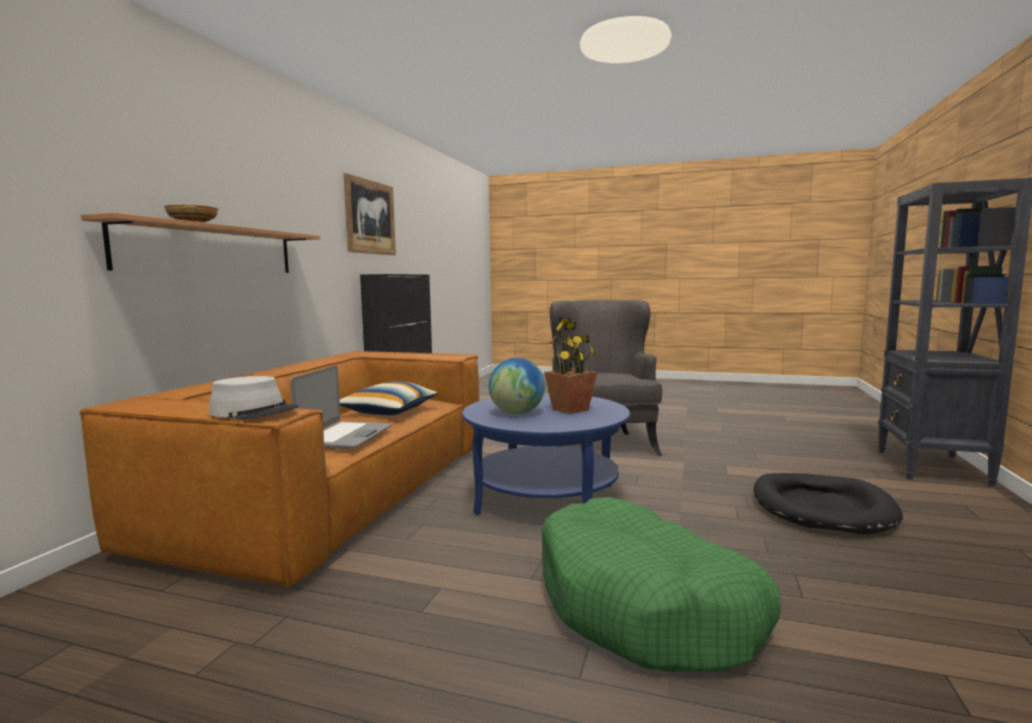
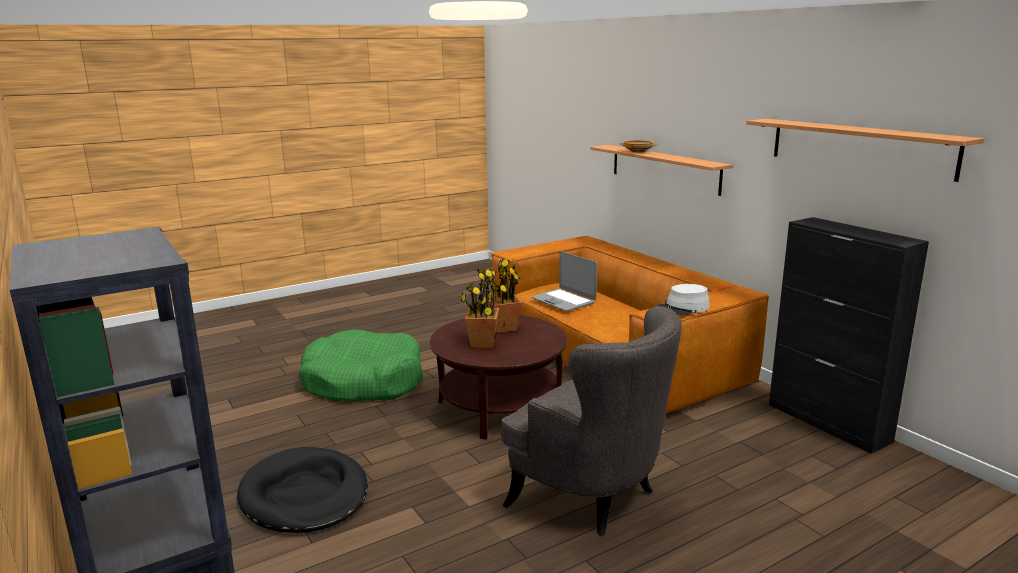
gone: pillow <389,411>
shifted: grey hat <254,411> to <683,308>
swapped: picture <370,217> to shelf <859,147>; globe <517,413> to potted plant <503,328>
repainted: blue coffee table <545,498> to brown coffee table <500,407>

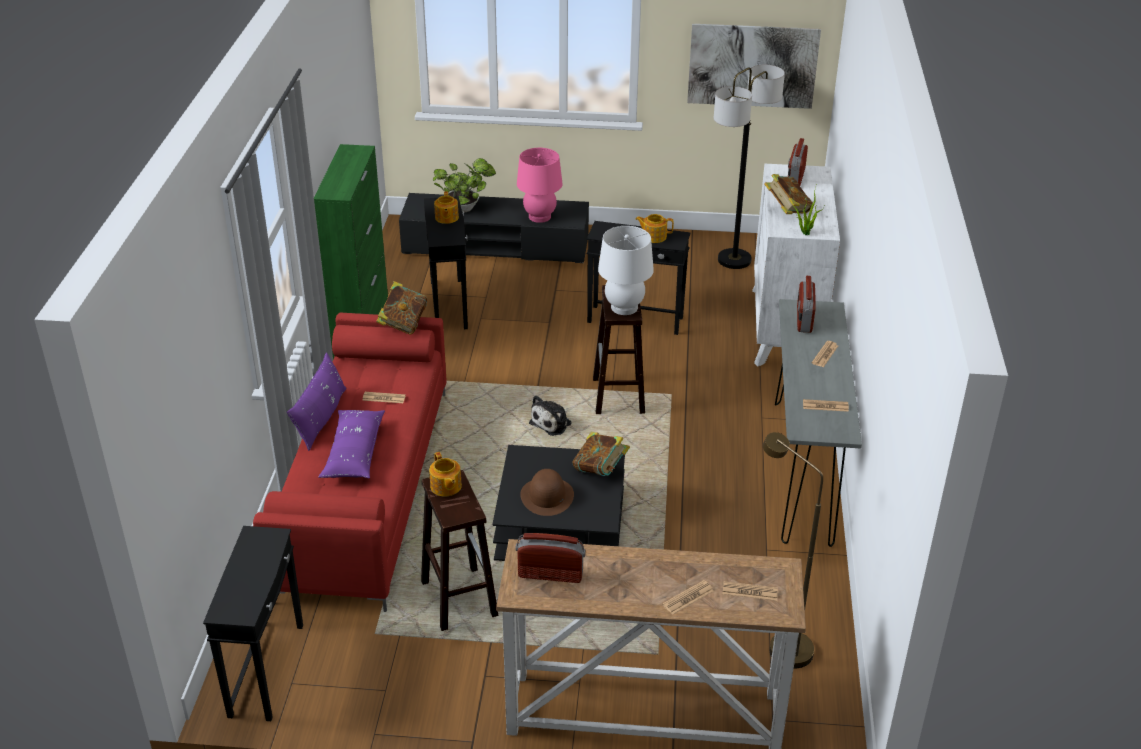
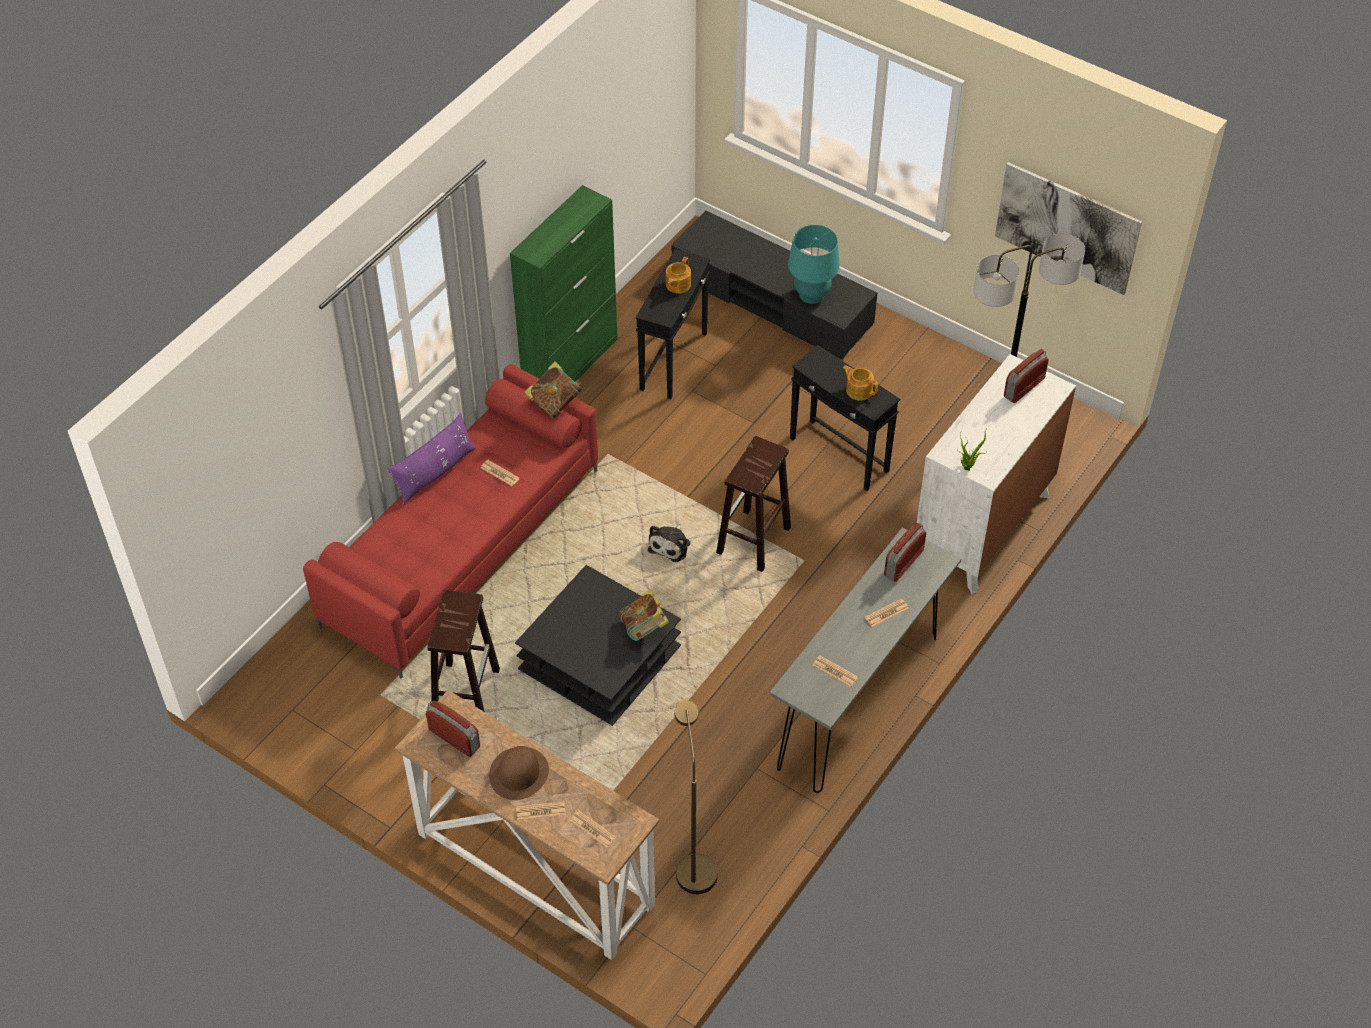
gone: black side table <267,669>; purple pillow <354,452>; teapot <445,487>; potted plant <465,208>; white table lamp <624,307>; book <787,210>
shifted: brown hat <547,496> to <519,773>
repainted: pink table lamp <539,217> to turquoise table lamp <811,295>
rotated: plush toy <552,422> = <671,545> 45 degrees counterclockwise

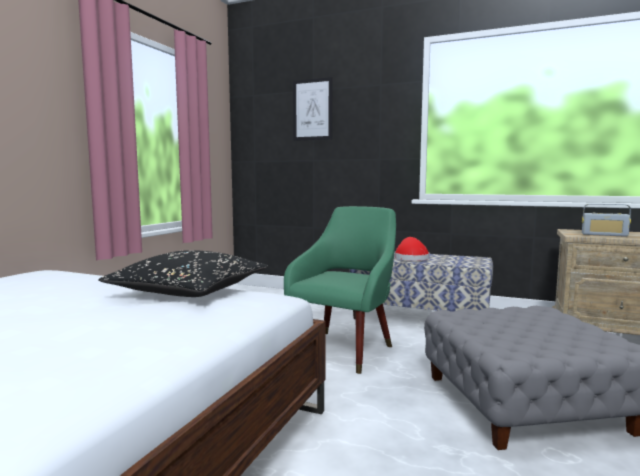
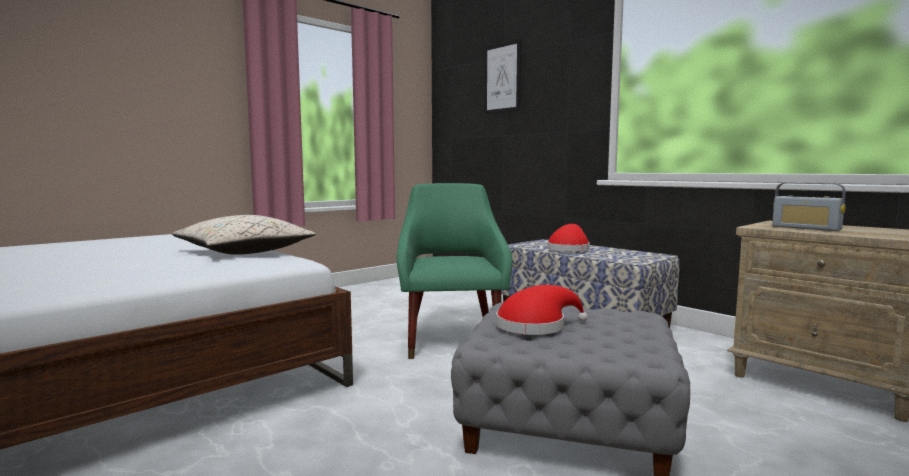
new: red hat <535,326>
repainted: black pillow <189,292> to beige pillow <244,252>
rotated: green armchair <344,348> = <452,339> 60 degrees counterclockwise

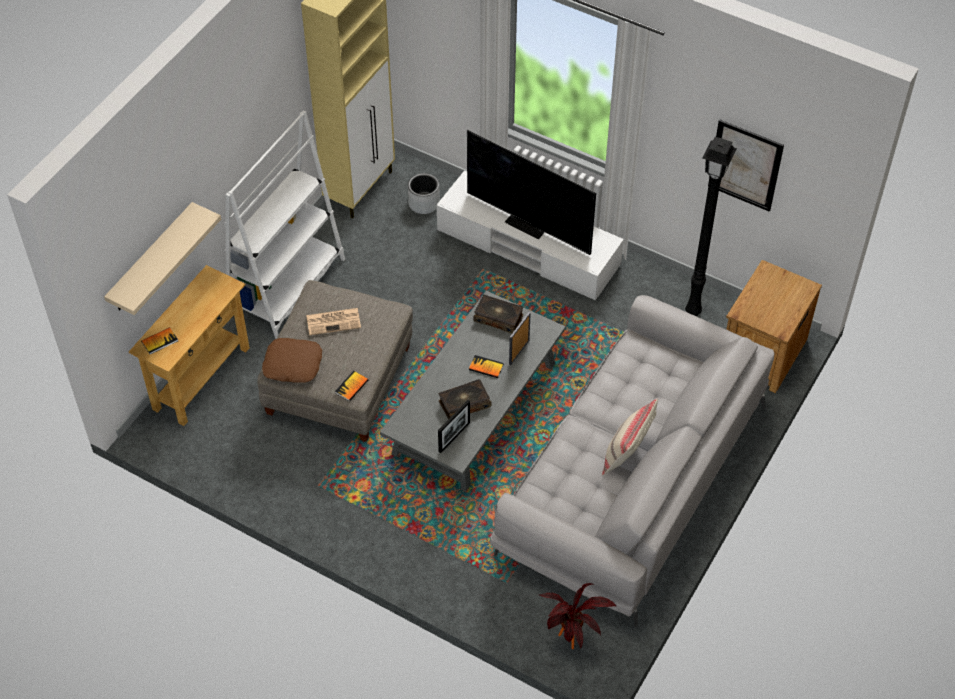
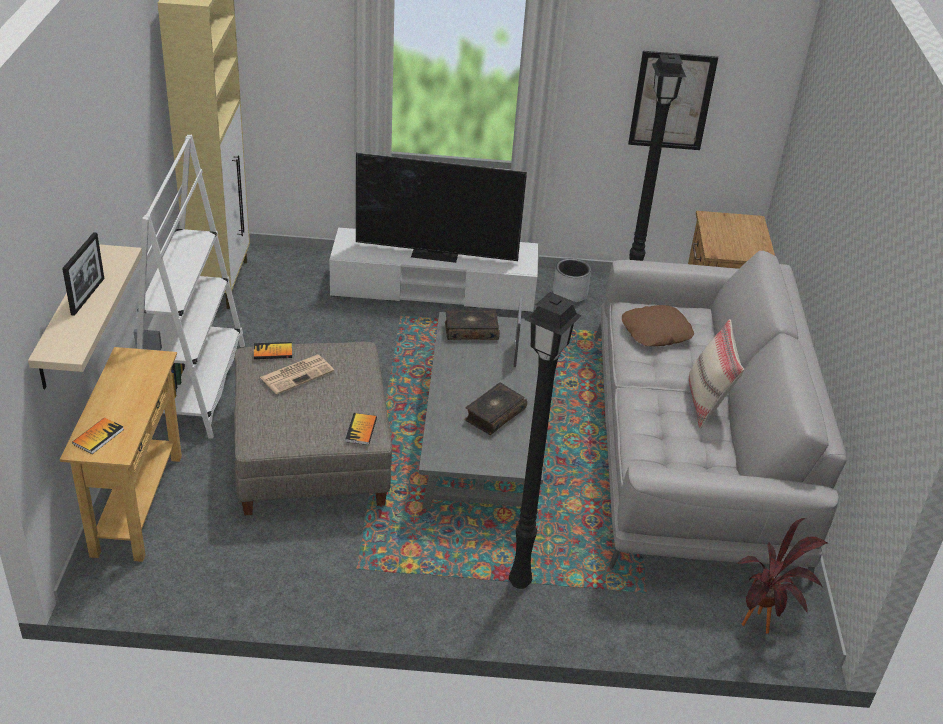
new: black floor lamp <519,580>
shifted: brown pillow <292,365> to <656,333>; grey planter <424,203> to <570,294>; picture frame <454,437> to <88,296>; book <486,367> to <272,352>

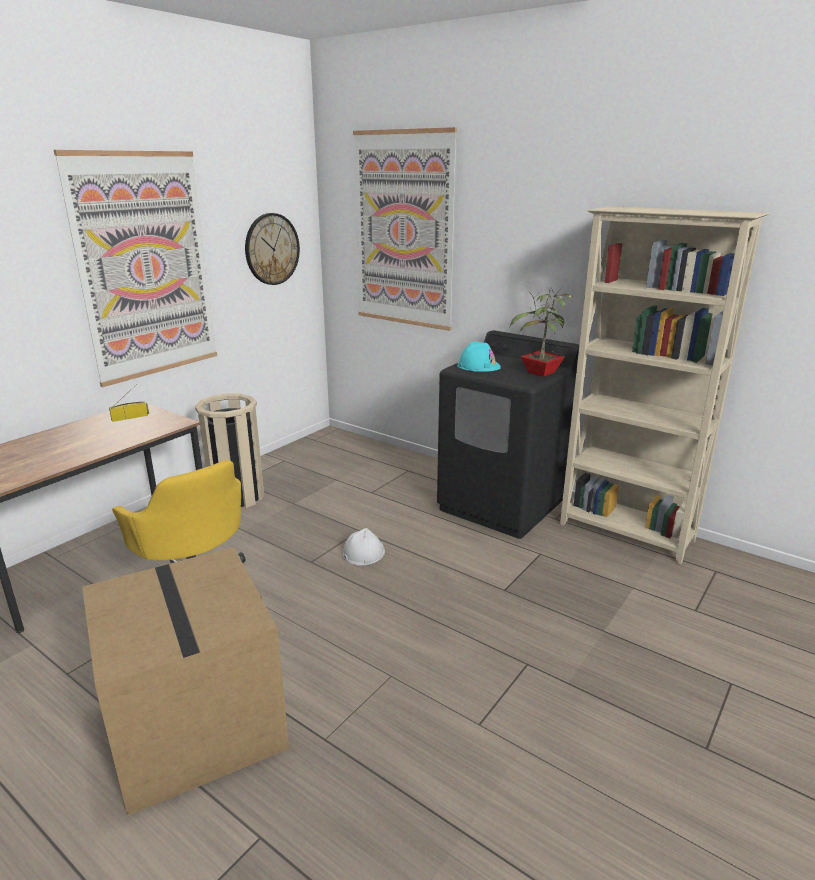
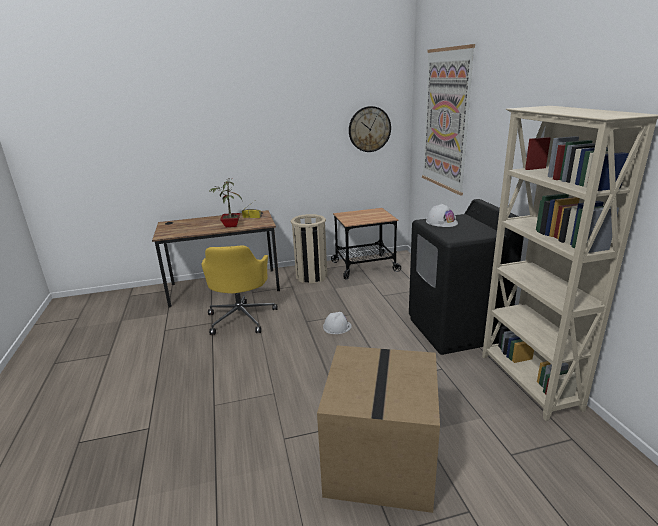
gone: picture <146,267>
new: cart <364,266>
shifted: cardboard box <198,725> to <382,462>; potted plant <540,373> to <230,225>
repainted: turquoise hard hat <478,366> to white hard hat <441,222>

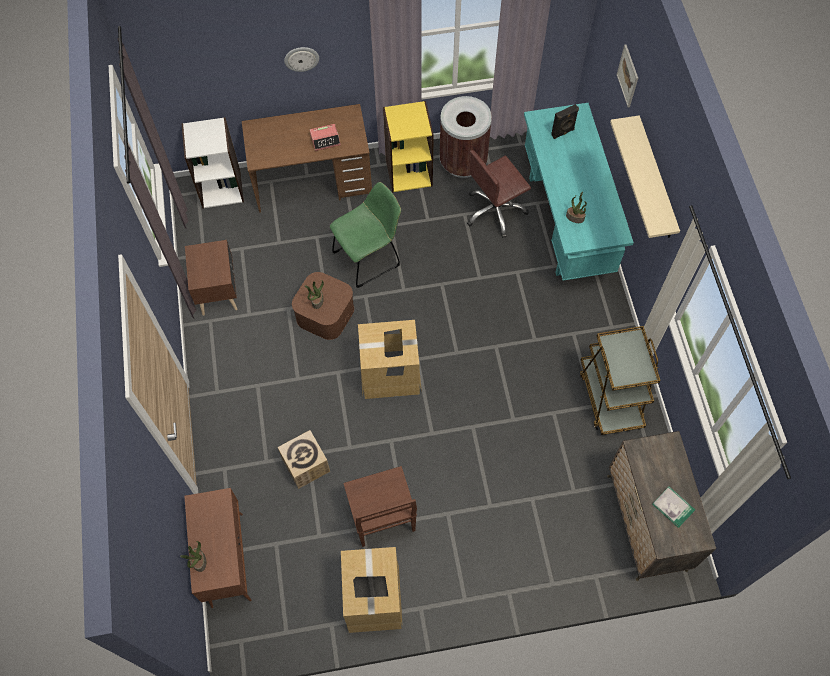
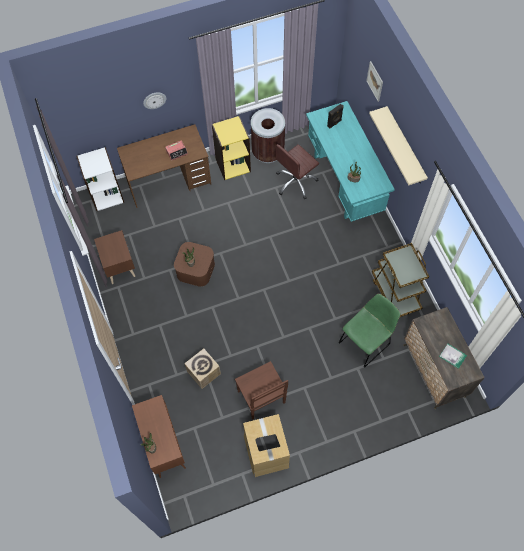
gone: cardboard box <390,374>
shifted: green chair <369,257> to <366,342>

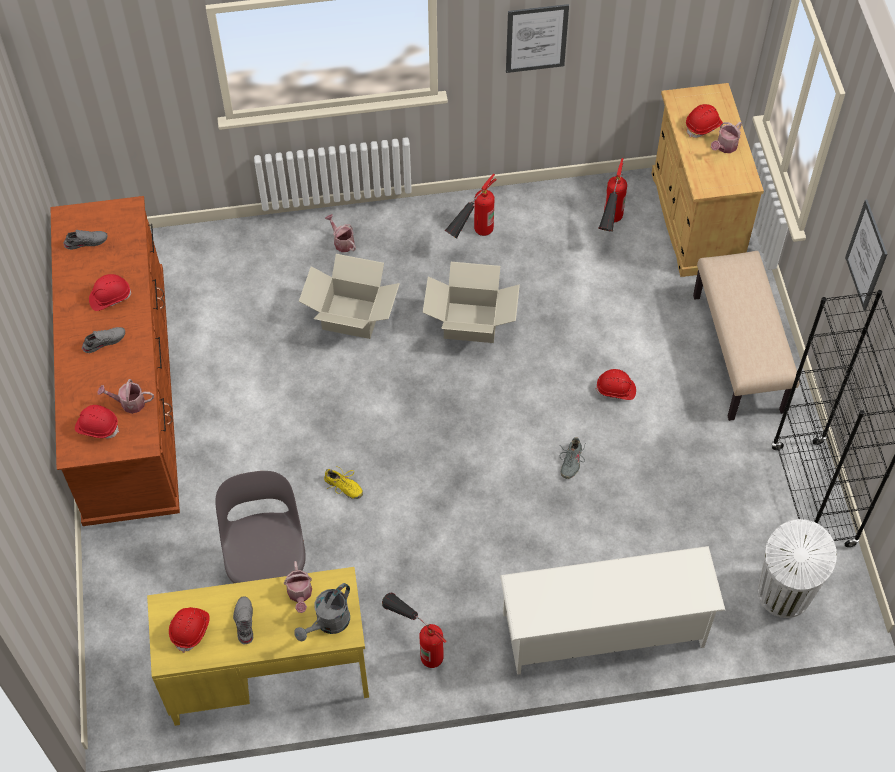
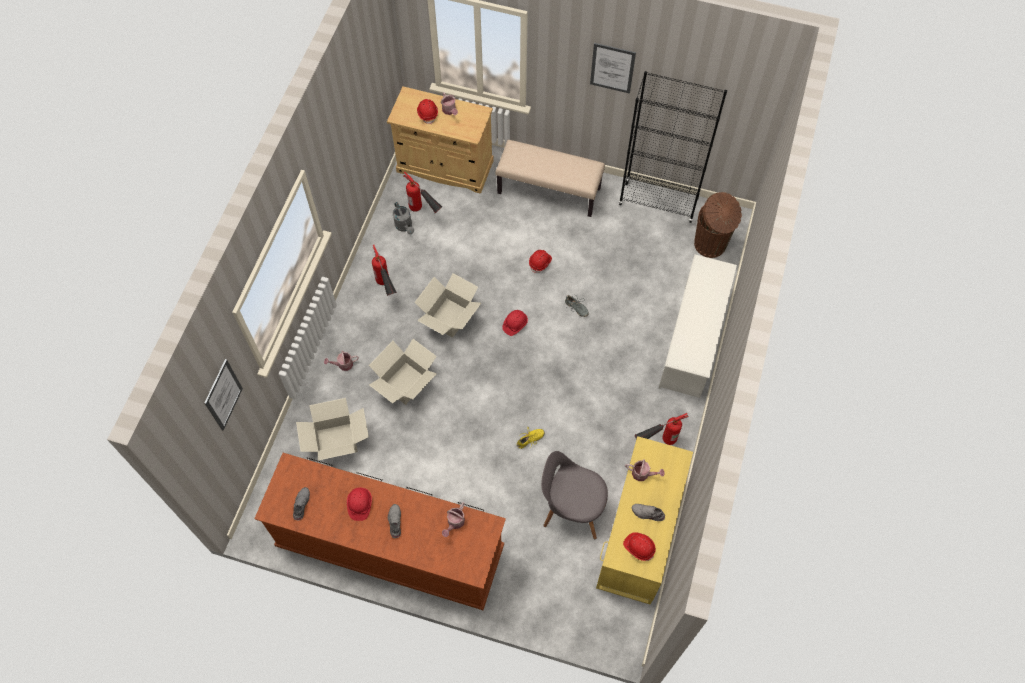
new: cardboard box <336,440>
shifted: red hard hat <97,427> to <515,324>; grey watering can <329,624> to <405,226>; picture <536,38> to <223,395>
repainted: white trash can <783,595> to brown trash can <710,245>

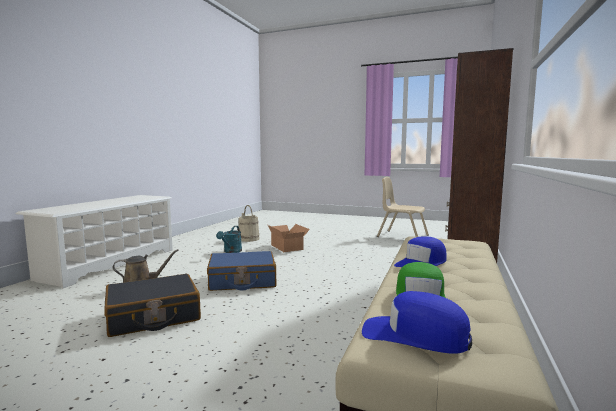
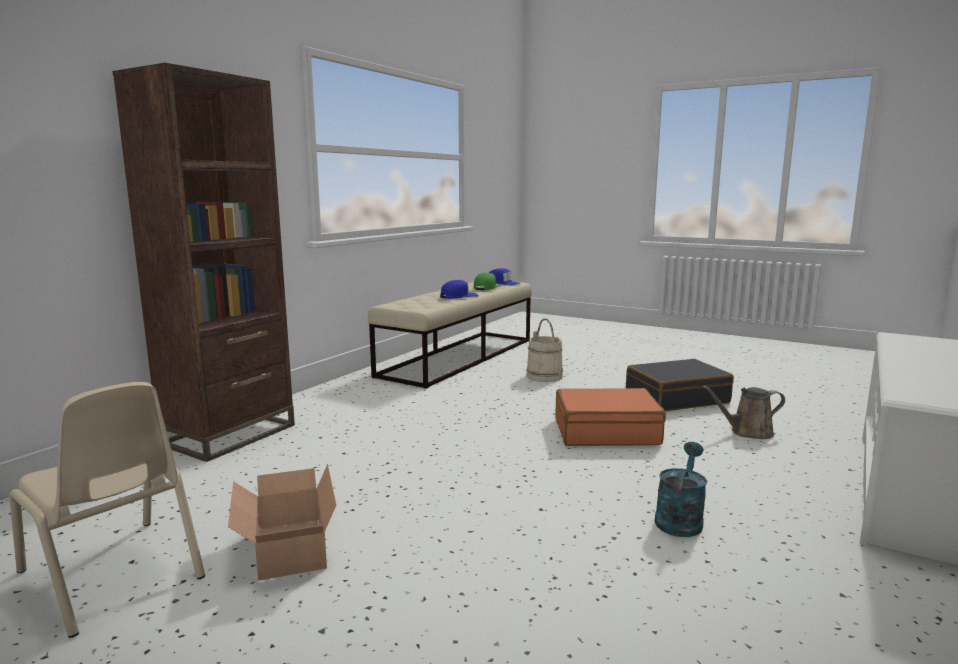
shifted: beige bucket <248,239> to <544,376>; cardboard box <287,247> to <287,550>
repainted: blue suitcase <242,281> to orange suitcase <606,431>

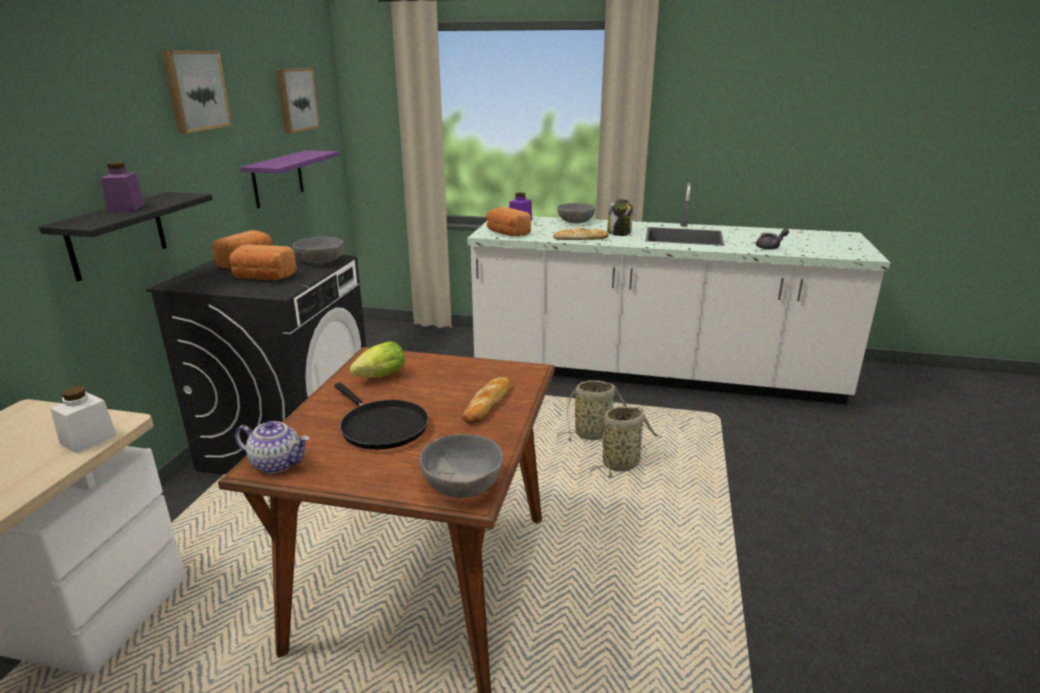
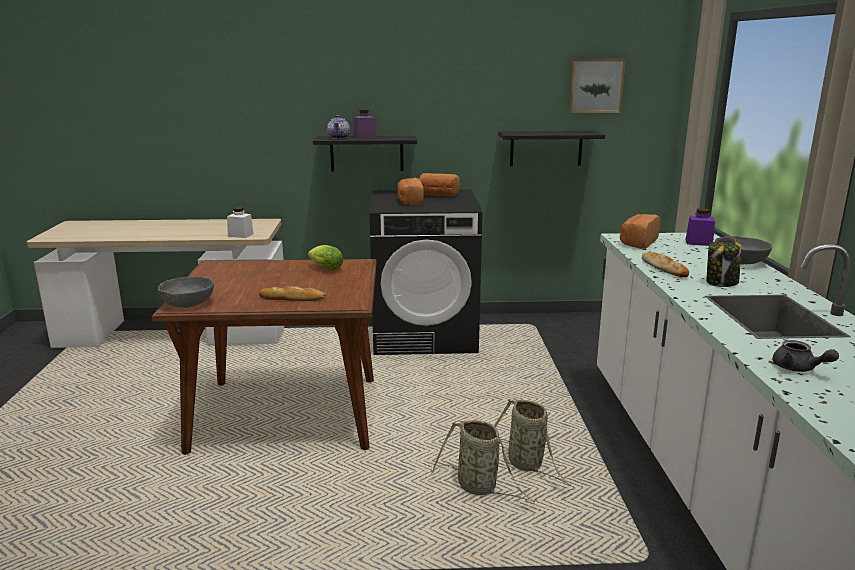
gone: picture <195,90>; grey bowl <321,261>; black frying pan <381,427>
shifted: teapot <277,463> to <339,138>
repainted: purple shelf <278,178> to black shelf <546,148>

